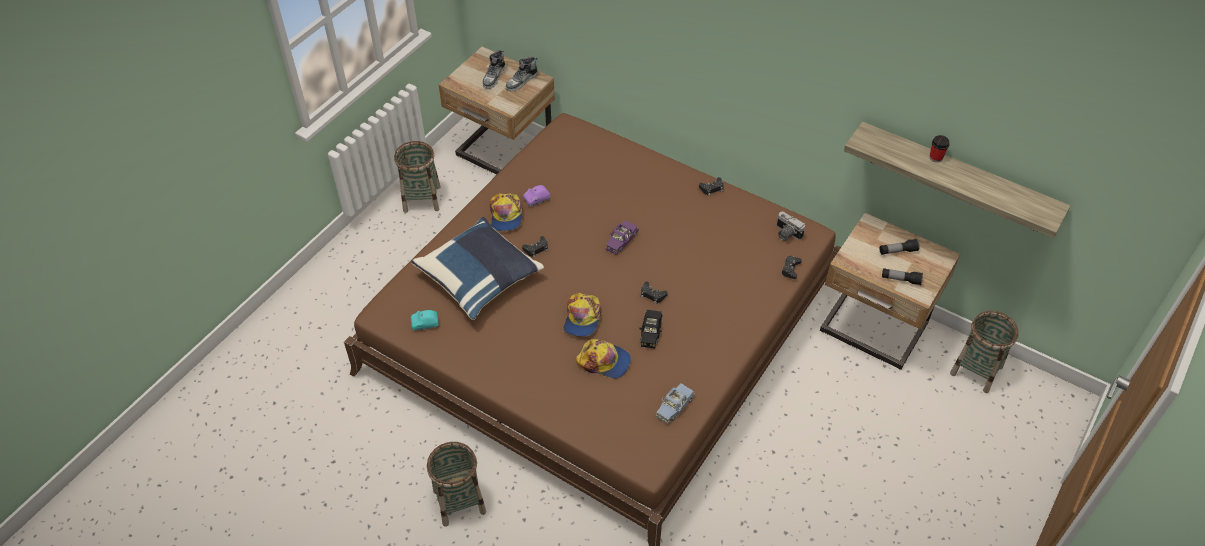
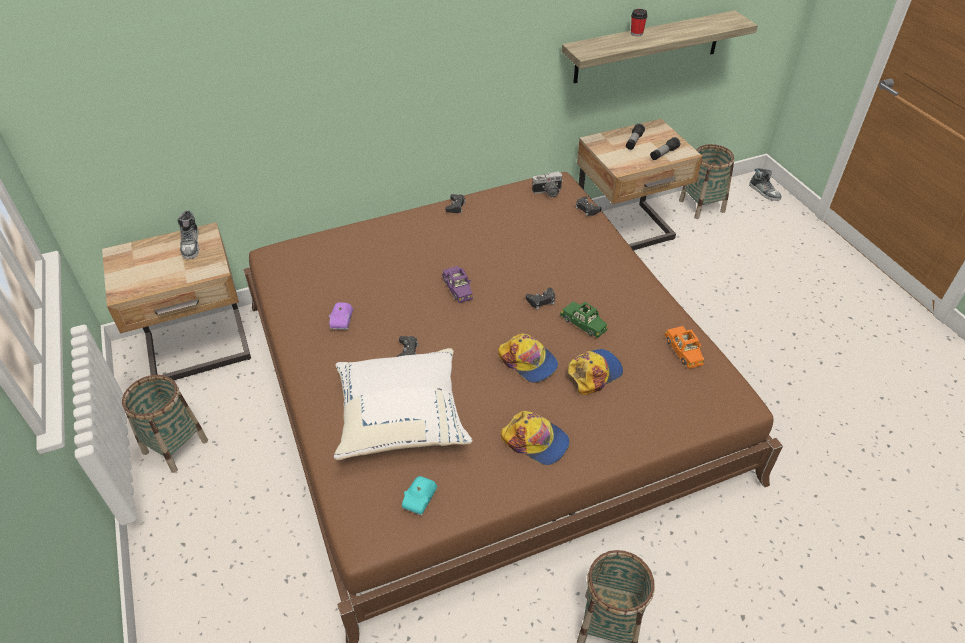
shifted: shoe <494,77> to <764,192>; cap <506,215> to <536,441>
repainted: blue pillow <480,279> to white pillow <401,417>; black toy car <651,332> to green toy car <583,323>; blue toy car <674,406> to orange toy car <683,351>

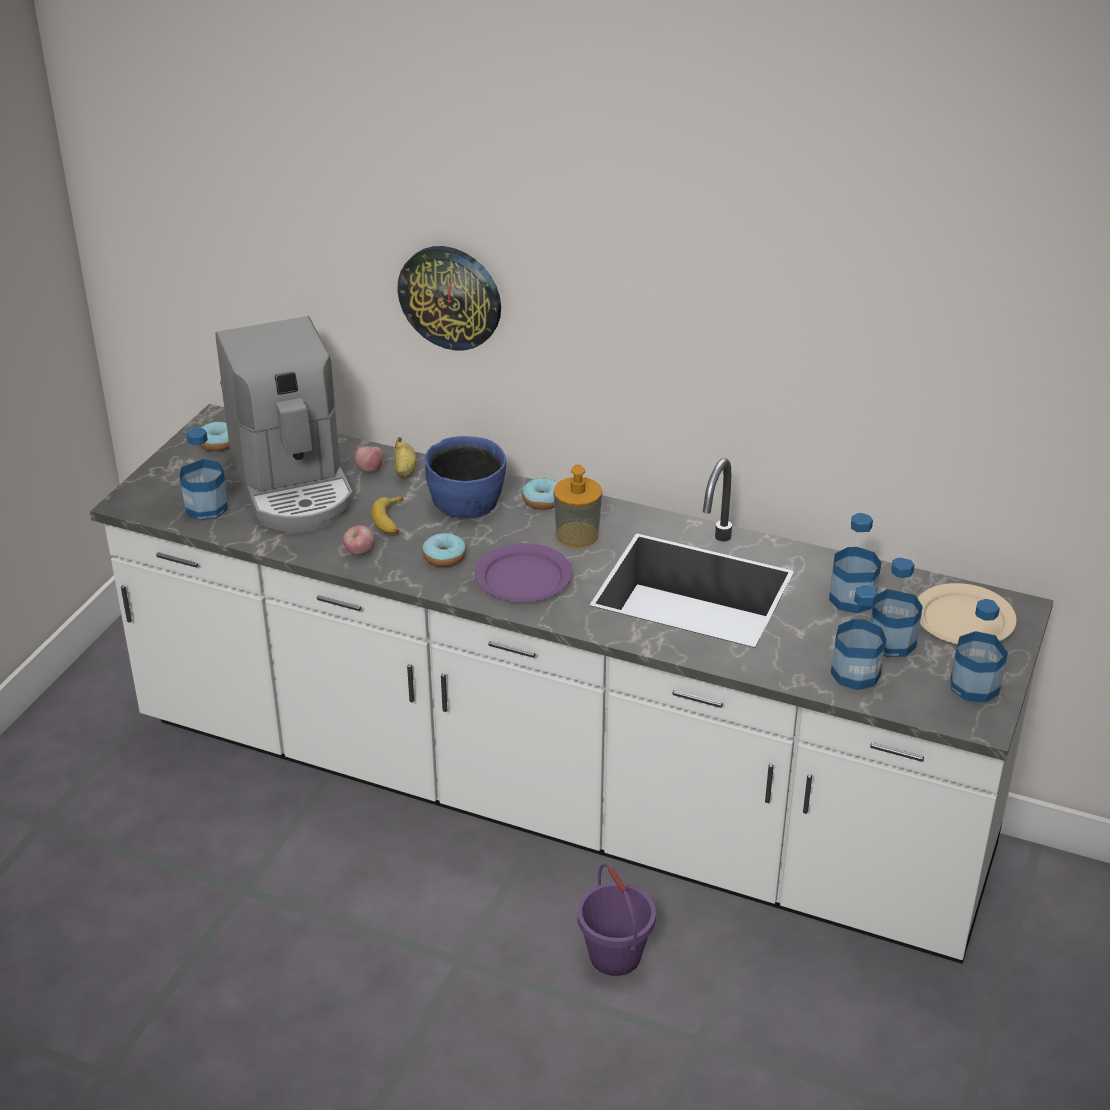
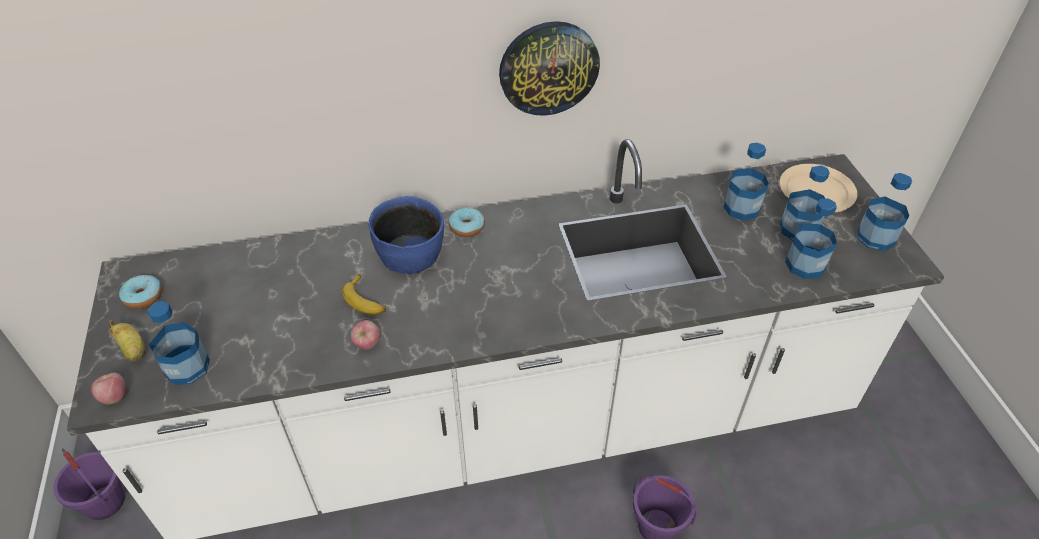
gone: coffee machine <293,486>; donut <444,557>; purple plate <523,577>; soap dispenser <577,535>
new: purple bucket <104,502>
shifted: apple <369,469> to <114,397>; banana <404,471> to <133,350>; wall clock <450,297> to <548,68>

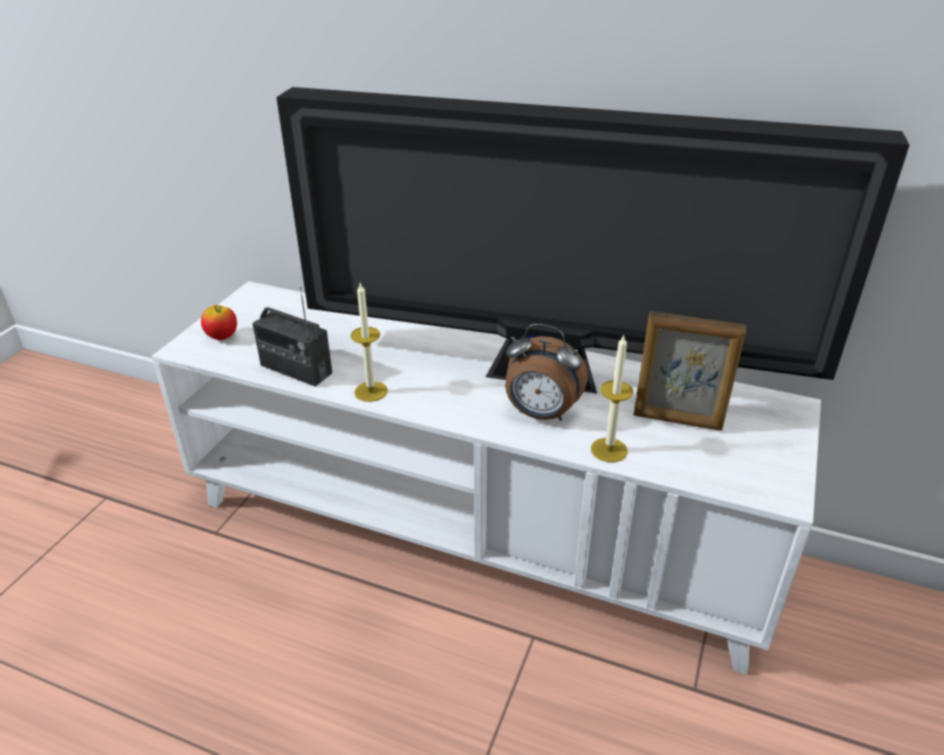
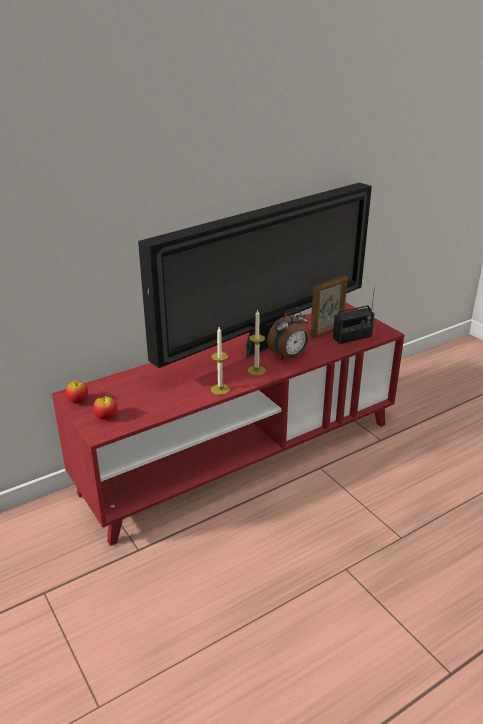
new: apple <78,401>
shifted: radio <296,369> to <352,337>; candle <609,450> to <256,370>
repainted: white tv stand <473,531> to red tv stand <241,456>

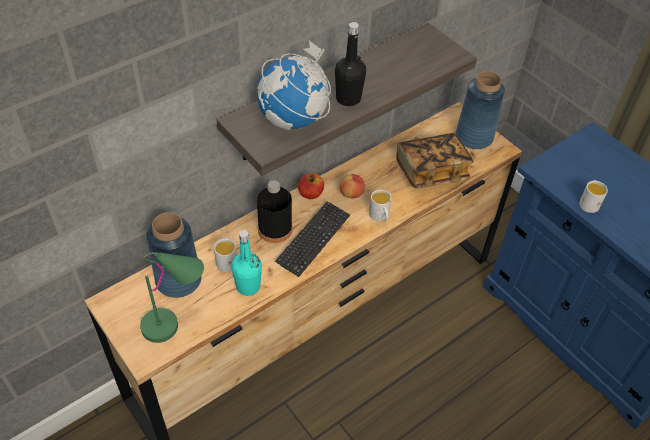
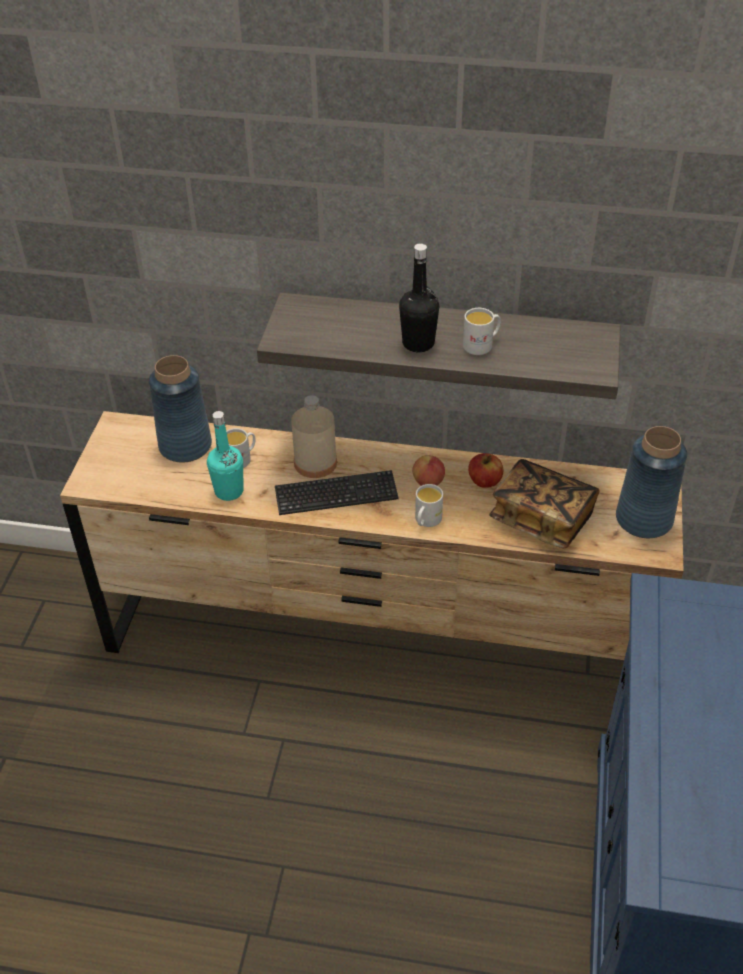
gone: green table lamp <176,322>; globe <294,120>
shifted: apple <311,193> to <484,481>; white mug <589,202> to <482,344>
repainted: black bottle <275,229> to beige bottle <315,463>

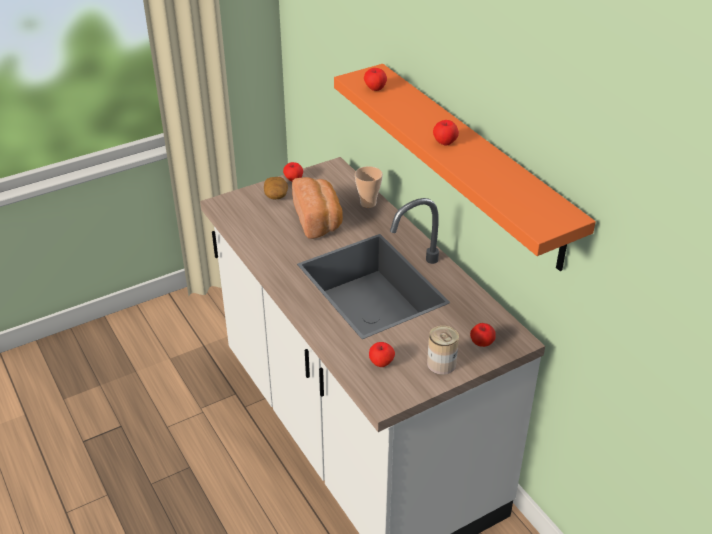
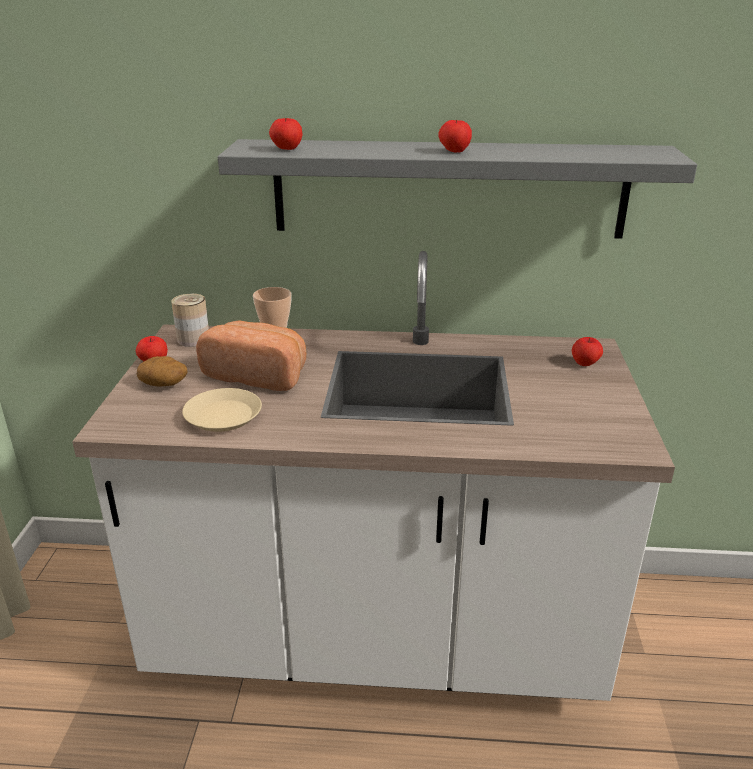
gone: apple <381,363>
new: beige plate <223,416>
shifted: can <441,364> to <193,339>
repainted: orange shelf <472,164> to grey shelf <449,189>

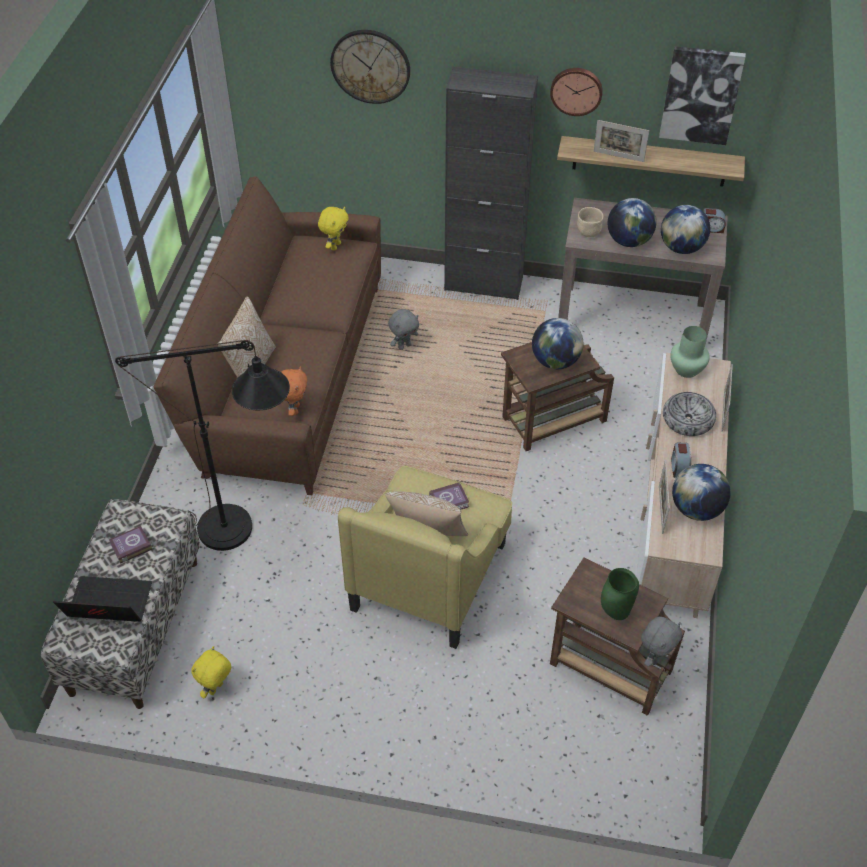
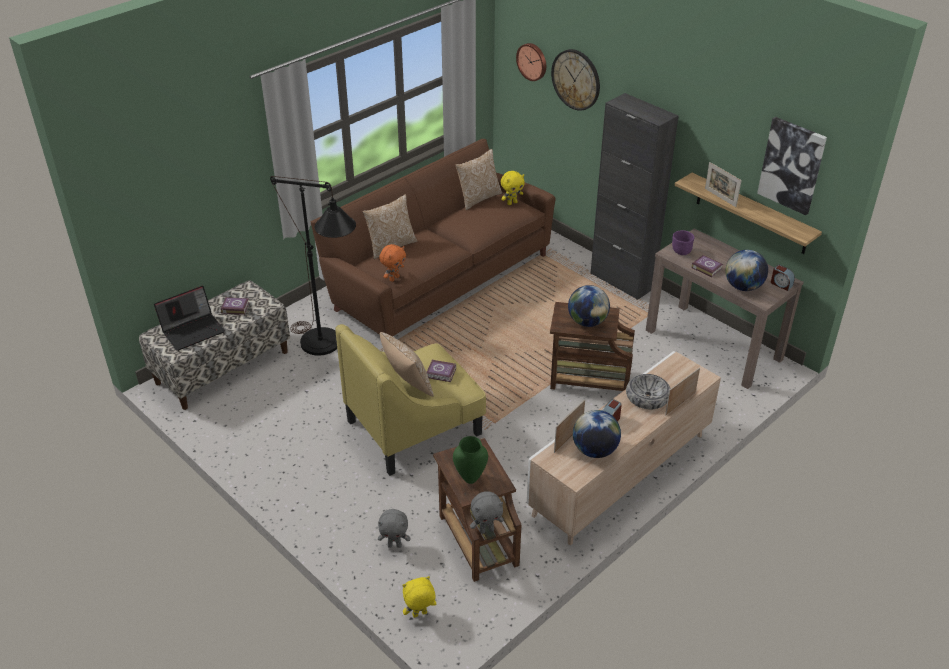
gone: green vase <686,369>
new: pillow <478,198>
shifted: yellow plush toy <216,689> to <419,615>; grey plush toy <404,346> to <394,545>; wall clock <576,90> to <532,61>
swapped: globe <628,241> to book <706,267>
repainted: beige bowl <588,233> to purple bowl <681,252>
rotated: laptop <107,606> = <193,330> 105 degrees clockwise

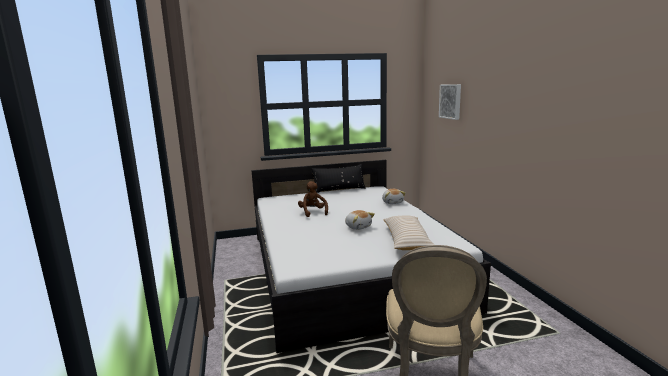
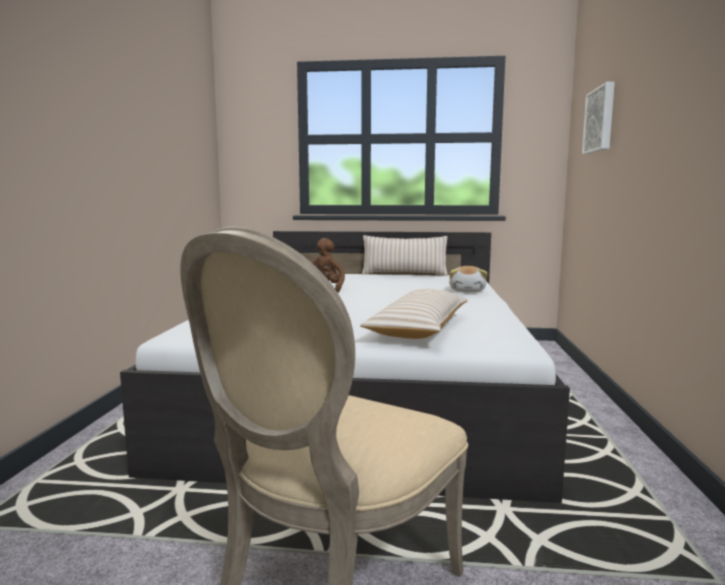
gone: plush toy <358,227>
repainted: black pillow <339,190> to beige pillow <404,274>

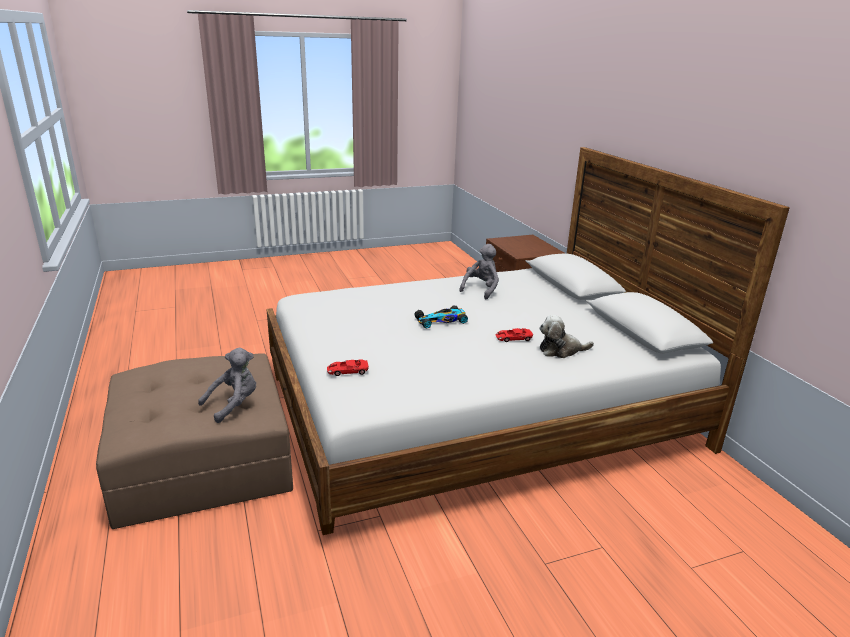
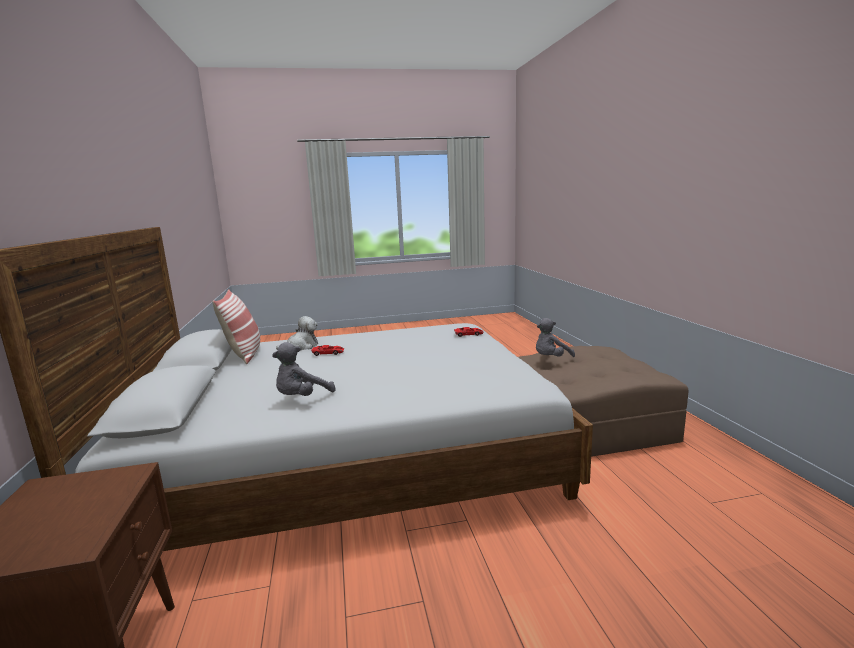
gone: toy car <442,320>
new: pillow <244,354>
rotated: plush toy <561,350> = <301,347> 45 degrees counterclockwise

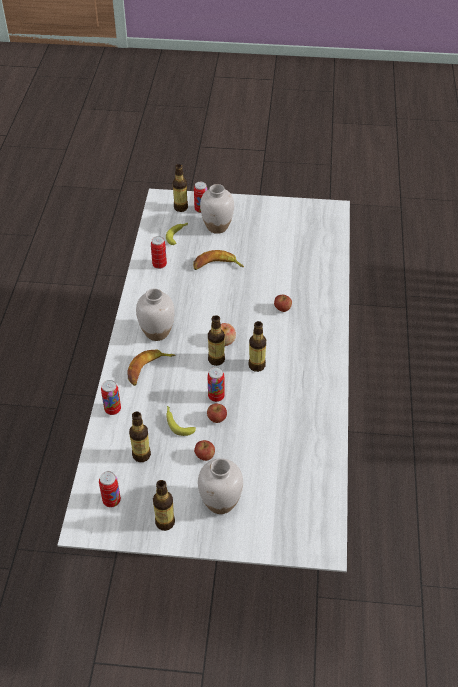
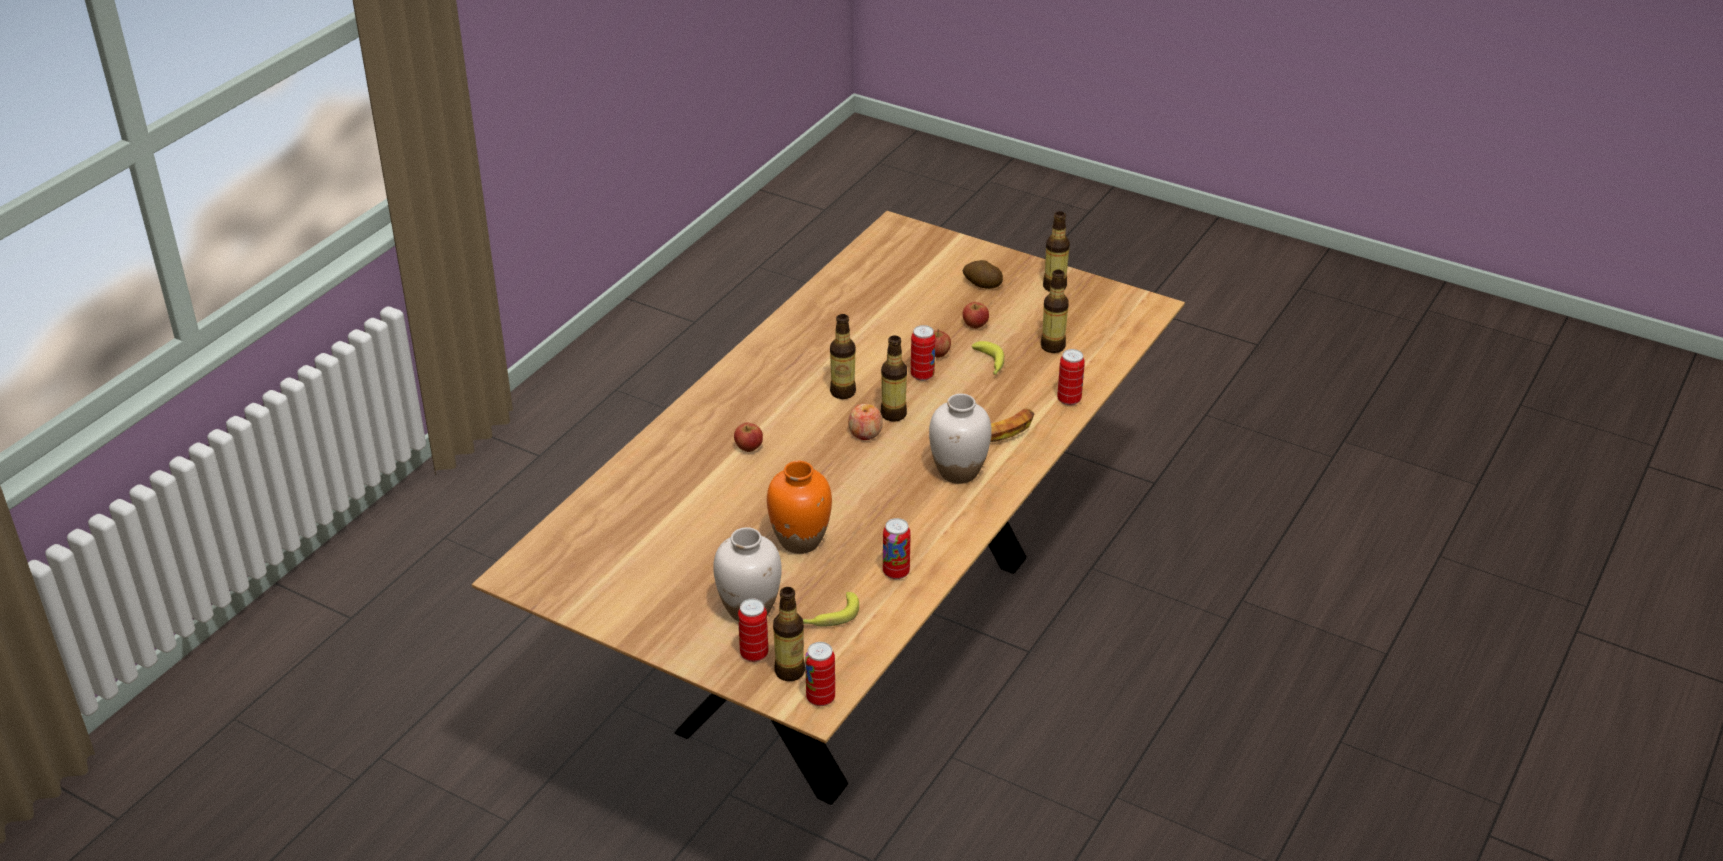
shifted: can <111,501> to <820,698>
swapped: banana <217,266> to orange vase <800,541>; white vase <221,502> to potato <982,285>
repainted: white dining table <228,450> to brown dining table <861,639>

